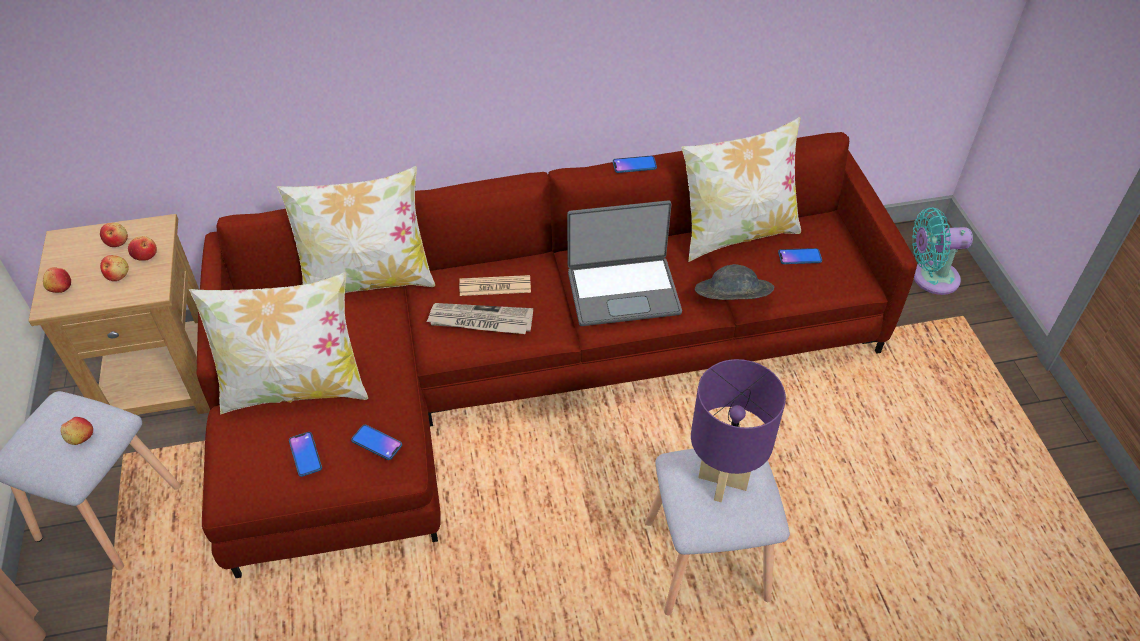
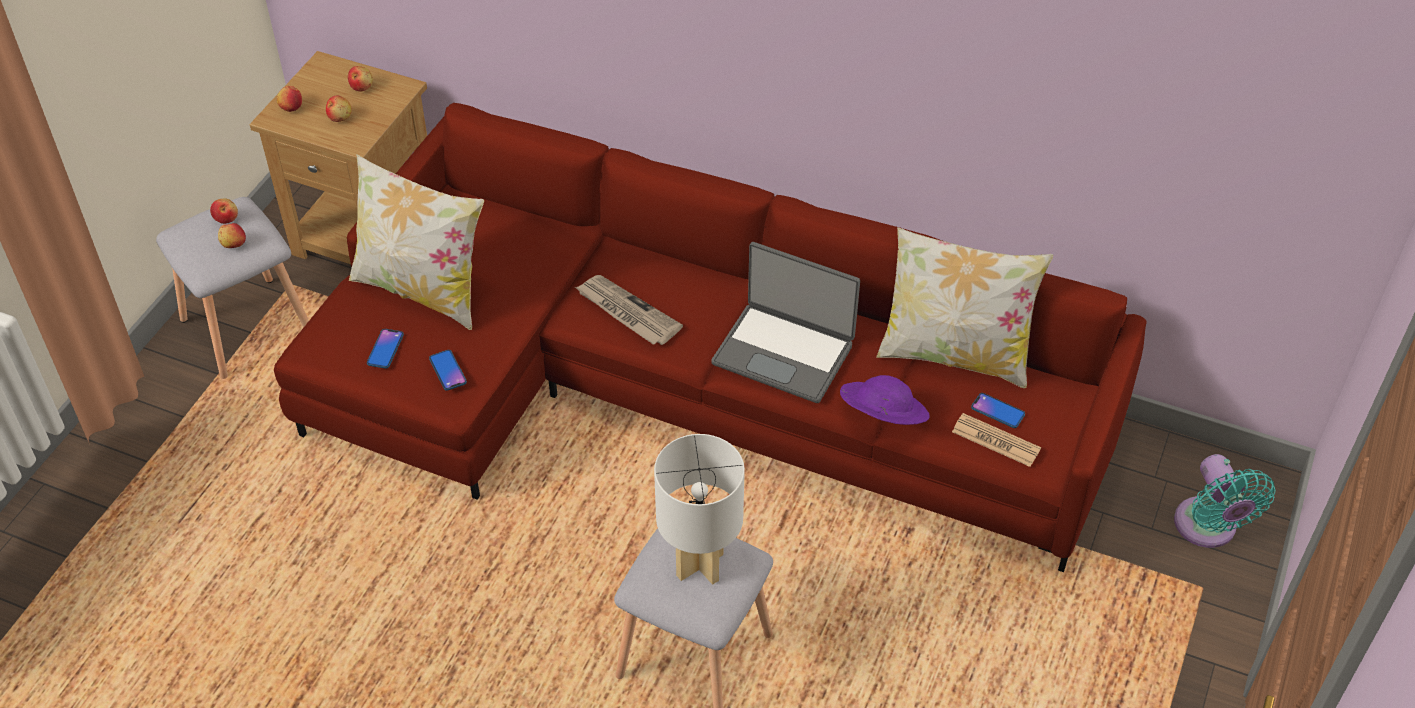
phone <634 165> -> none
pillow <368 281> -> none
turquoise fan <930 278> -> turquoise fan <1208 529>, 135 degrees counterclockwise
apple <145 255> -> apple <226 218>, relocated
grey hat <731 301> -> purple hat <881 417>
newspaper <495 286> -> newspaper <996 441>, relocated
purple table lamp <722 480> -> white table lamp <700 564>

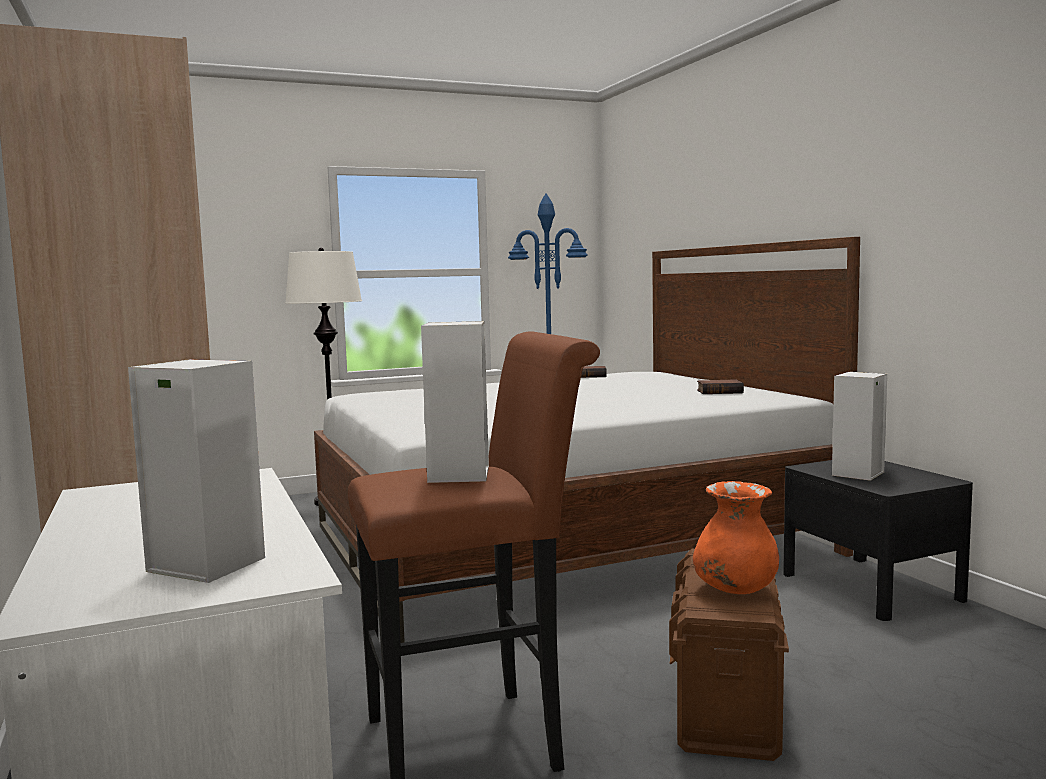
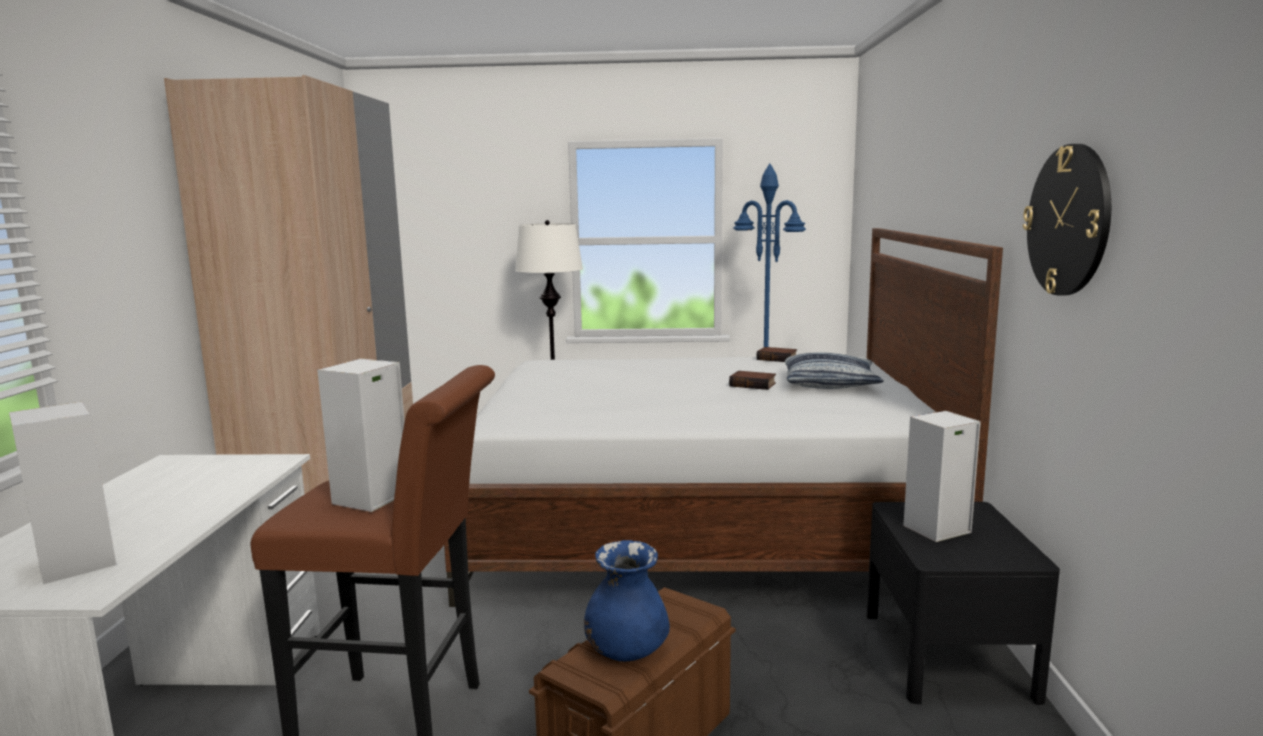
book <720 391> -> book <753 384>, relocated
orange vase <735 590> -> blue vase <626 651>
none -> wall clock <1068 220>
none -> pillow <830 383>

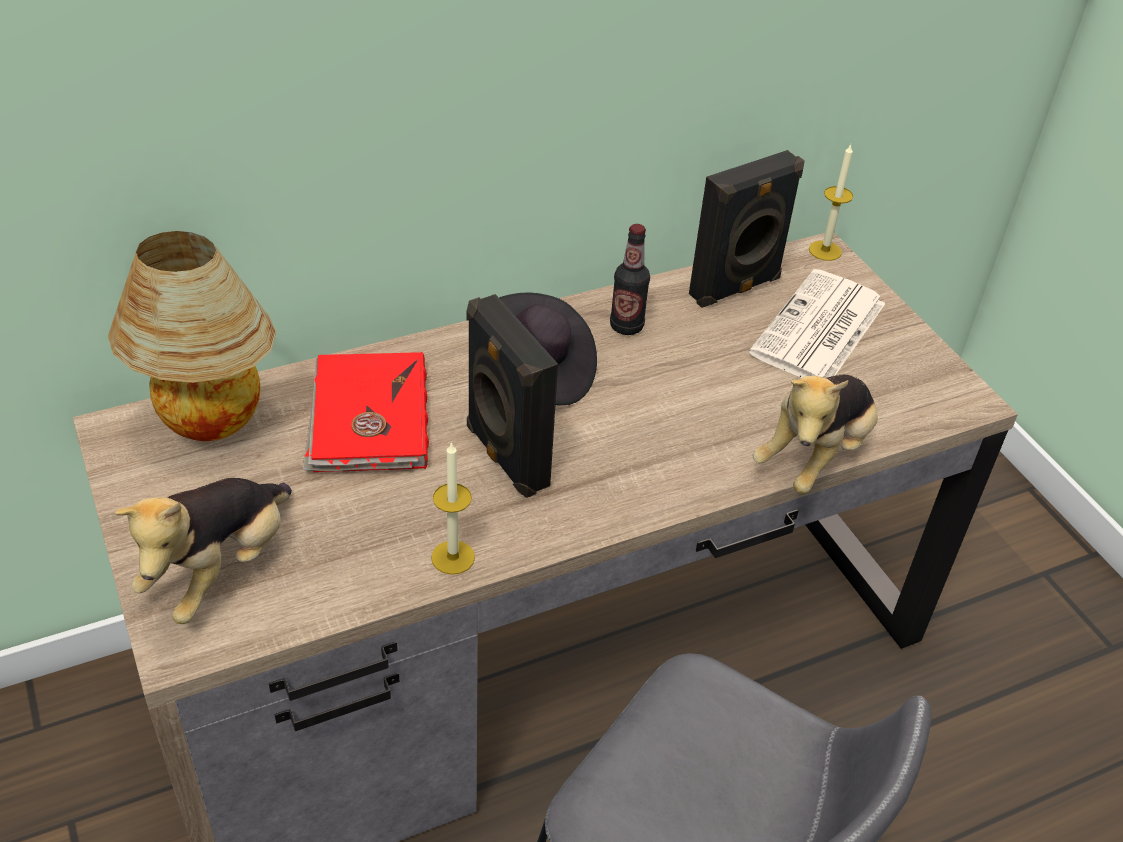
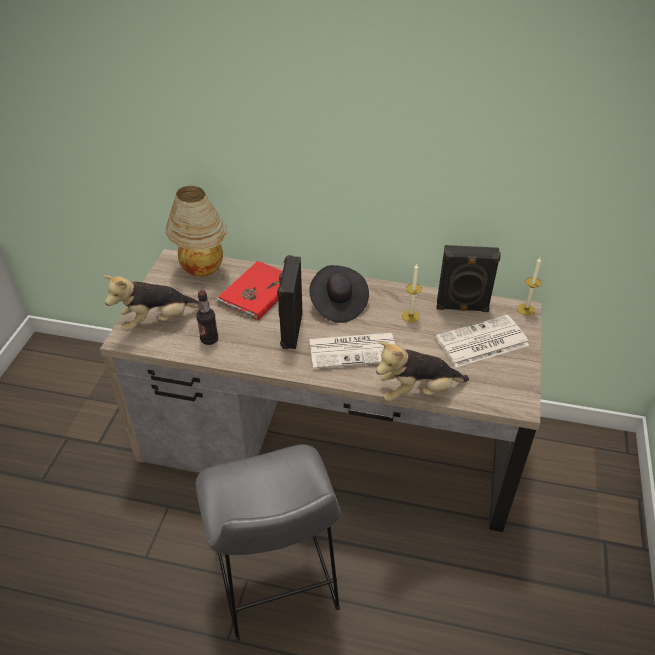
bottle <626 326> -> bottle <209 339>, relocated
candle <453 557> -> candle <410 316>, relocated
none -> newspaper <354 350>

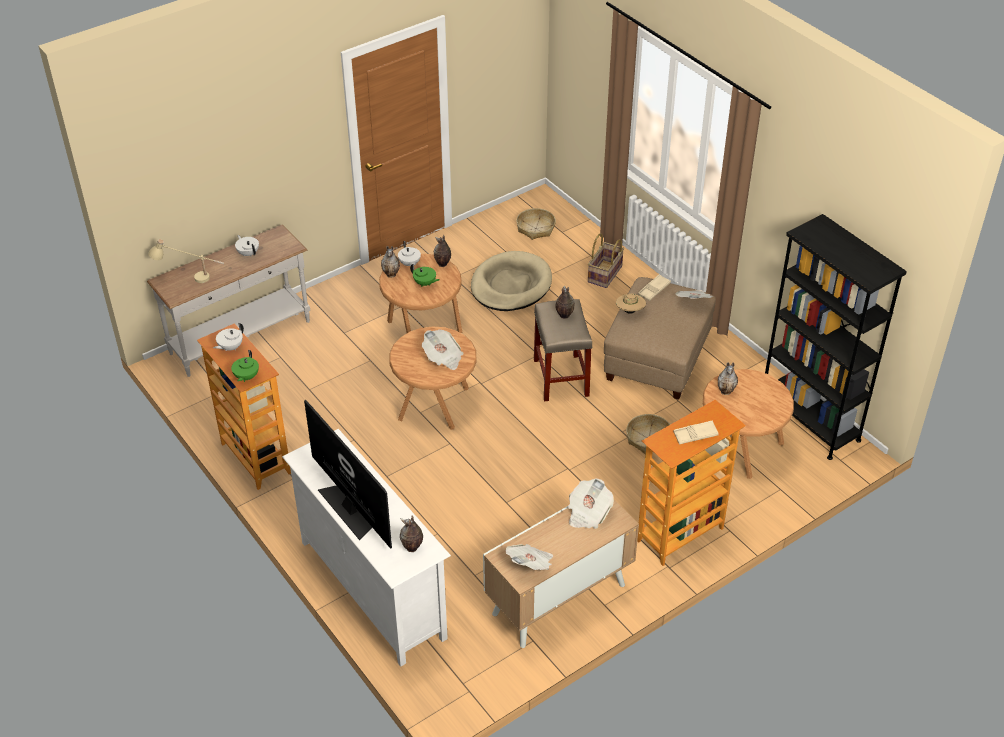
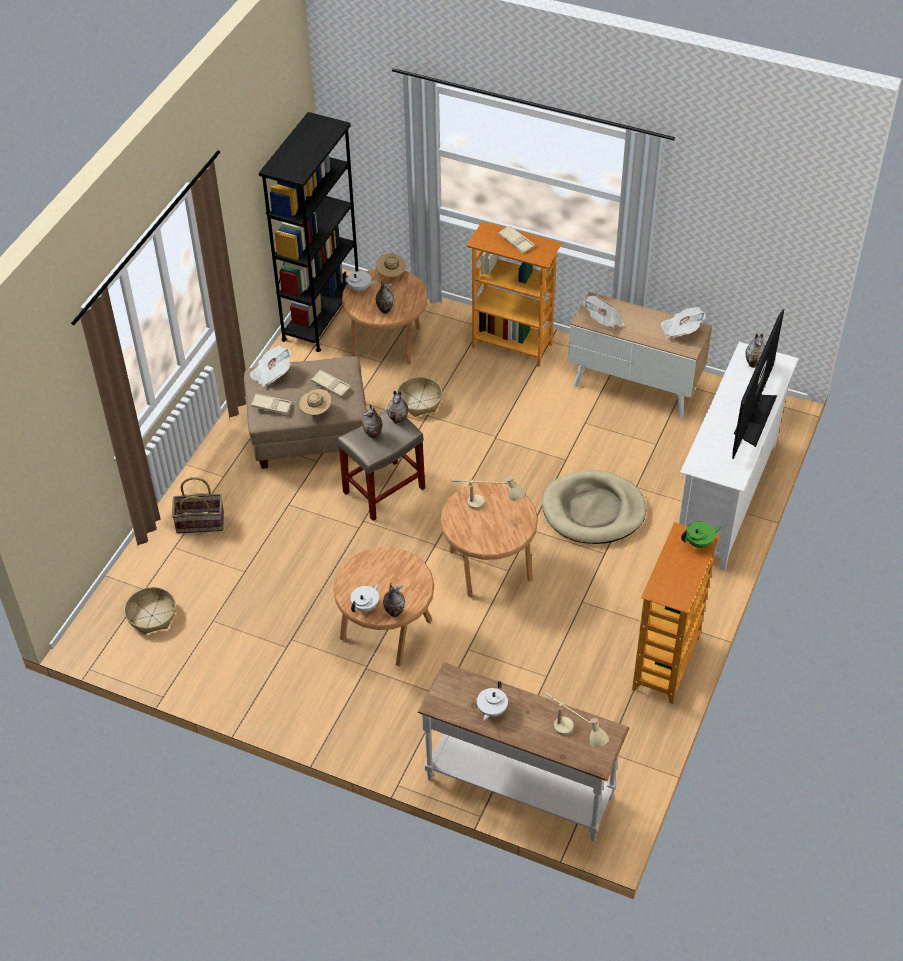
vase <442 264> -> vase <398 420>, relocated
beige dog bed <511 285> -> beige dog bed <593 511>, relocated
green teapot <425 283> -> none
white teapot <230 347> -> white teapot <360 288>, relocated
newspaper <443 358> -> beige table lamp <487 507>
none -> beige hat <391 274>
none -> beige tray <331 385>

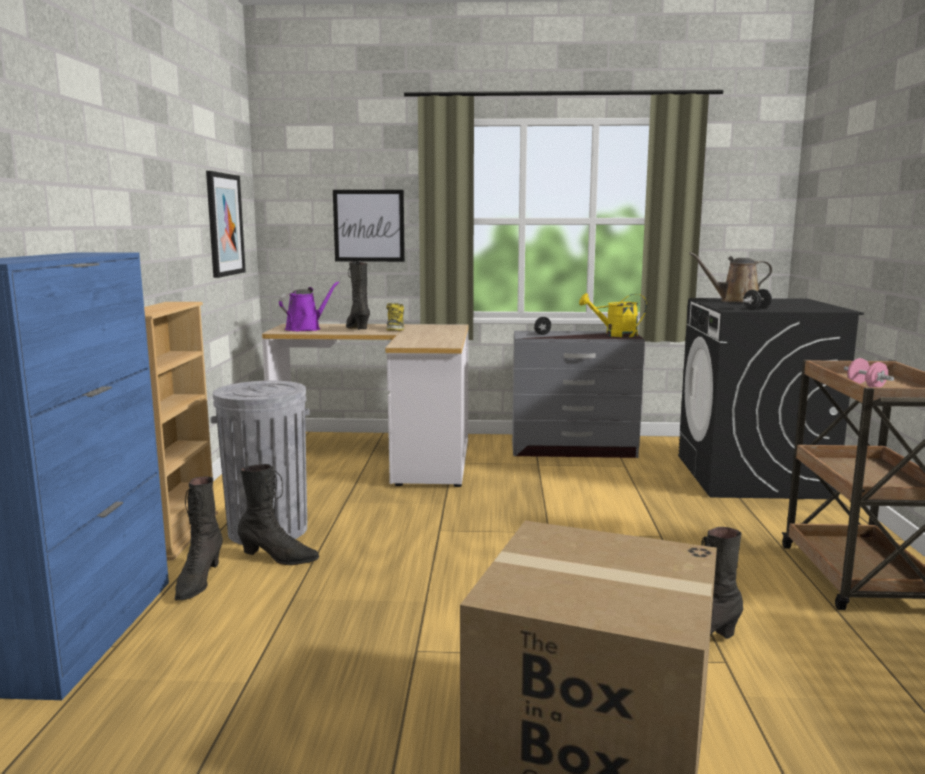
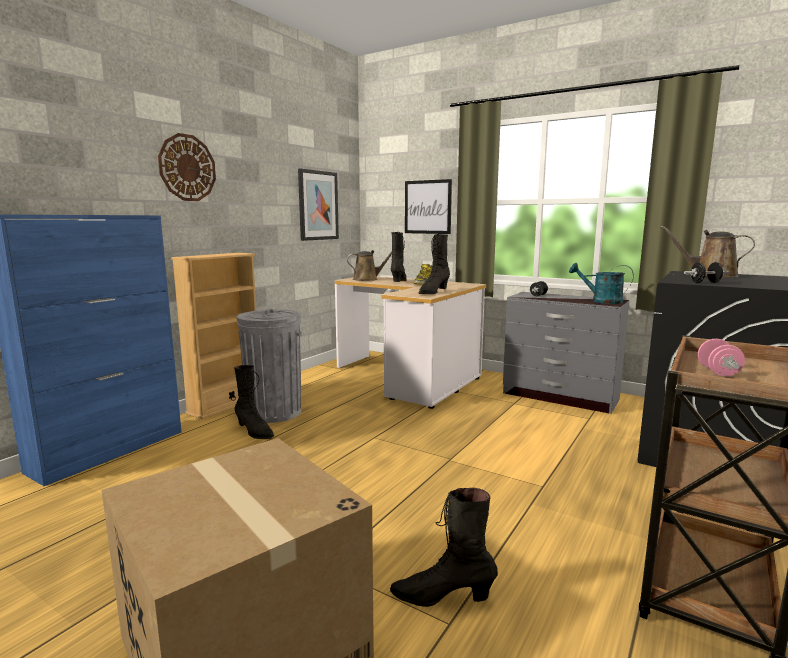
purple watering can <306 328> -> brown watering can <367 279>
yellow watering can <615 335> -> turquoise watering can <601 301>
black boot <198 582> -> black boot <433 292>, relocated
none -> wall clock <187 168>

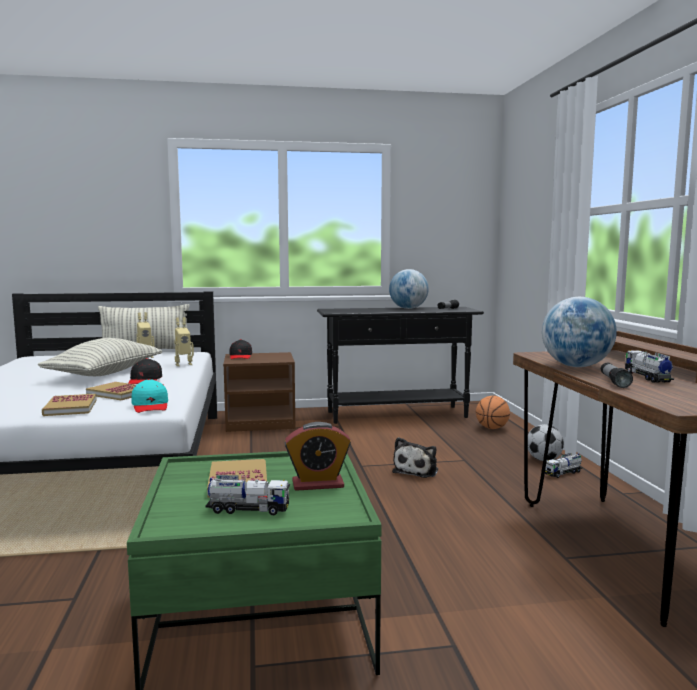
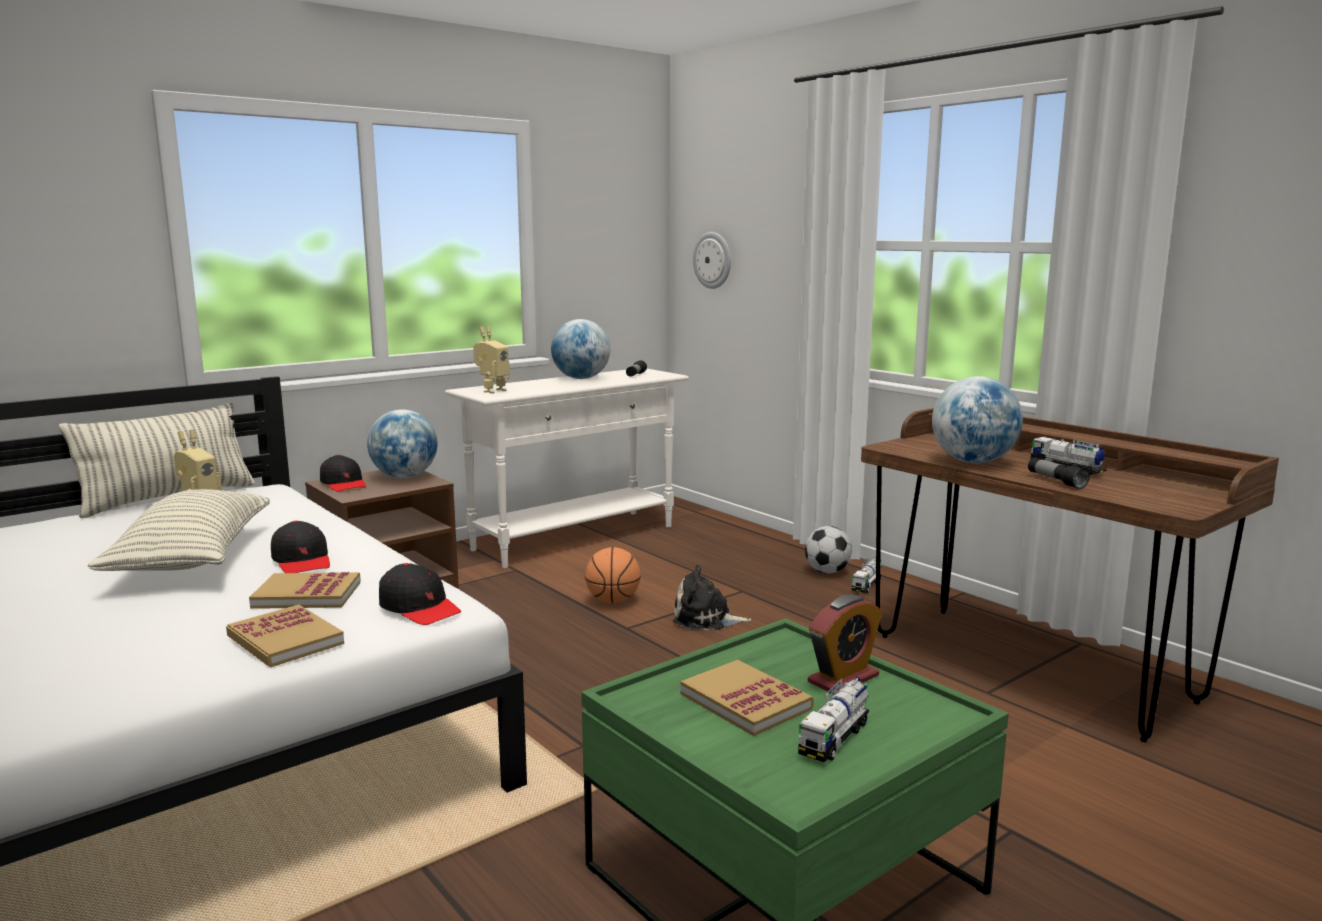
black console table <397 415> -> white console table <576 538>
toy robot <183 364> -> toy robot <492 391>, relocated
turquoise cap <150 406> -> black cap <419 608>
basketball <492 428> -> basketball <613 601>, relocated
plush toy <417 470> -> plush toy <706 619>, 105 degrees clockwise
toy truck <248 510> -> toy truck <834 738>, 150 degrees clockwise
none -> wall clock <713 260>
none -> globe <404 477>

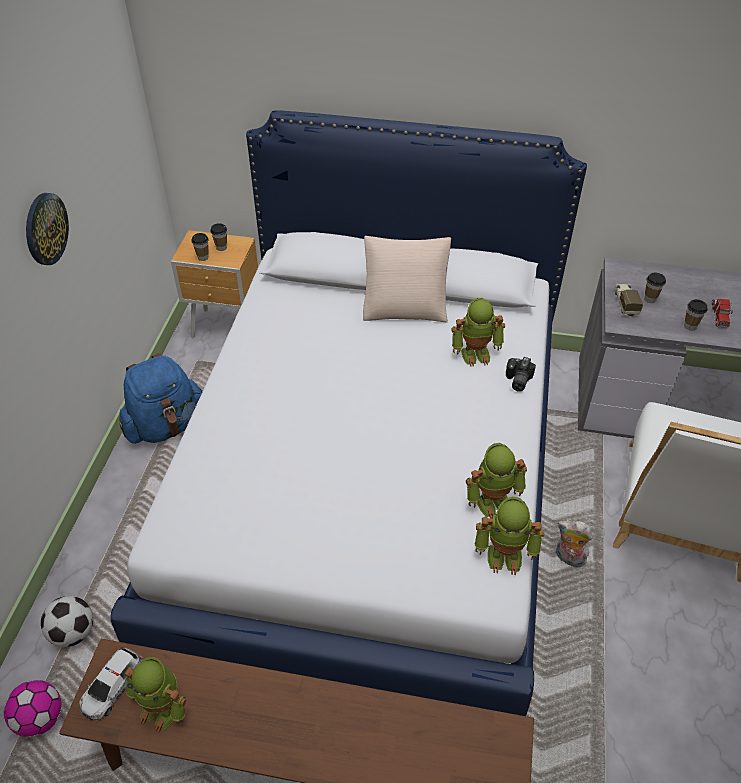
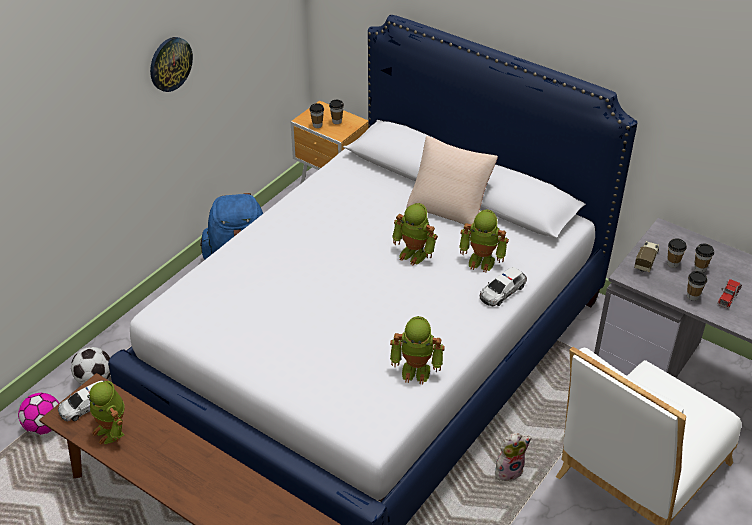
photo camera <517 380> -> toy car <502 291>
toy robot <505 554> -> toy robot <414 253>, relocated
plush toy <568 558> -> plush toy <509 470>, 105 degrees clockwise
none -> cup <700 269>

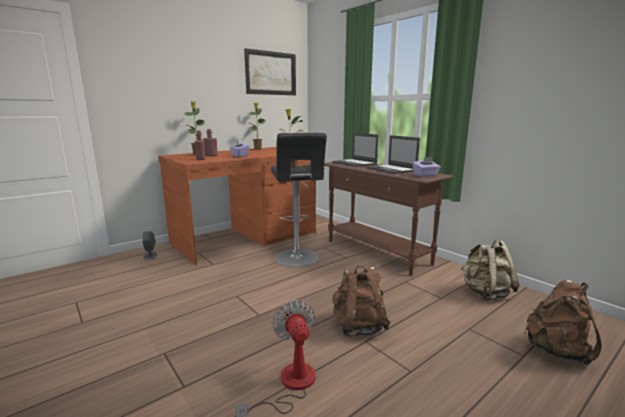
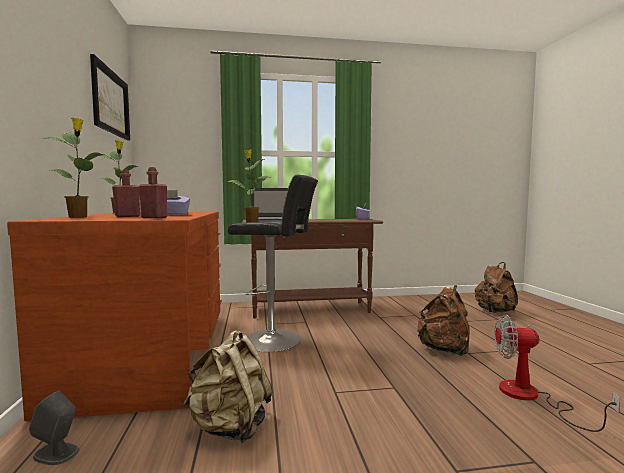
laptop <392 170> -> none
beige backpack <485 293> -> beige backpack <230 427>, relocated

